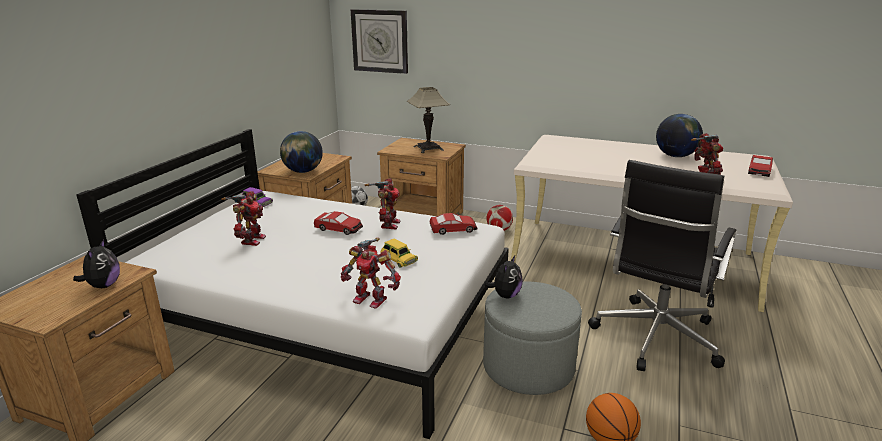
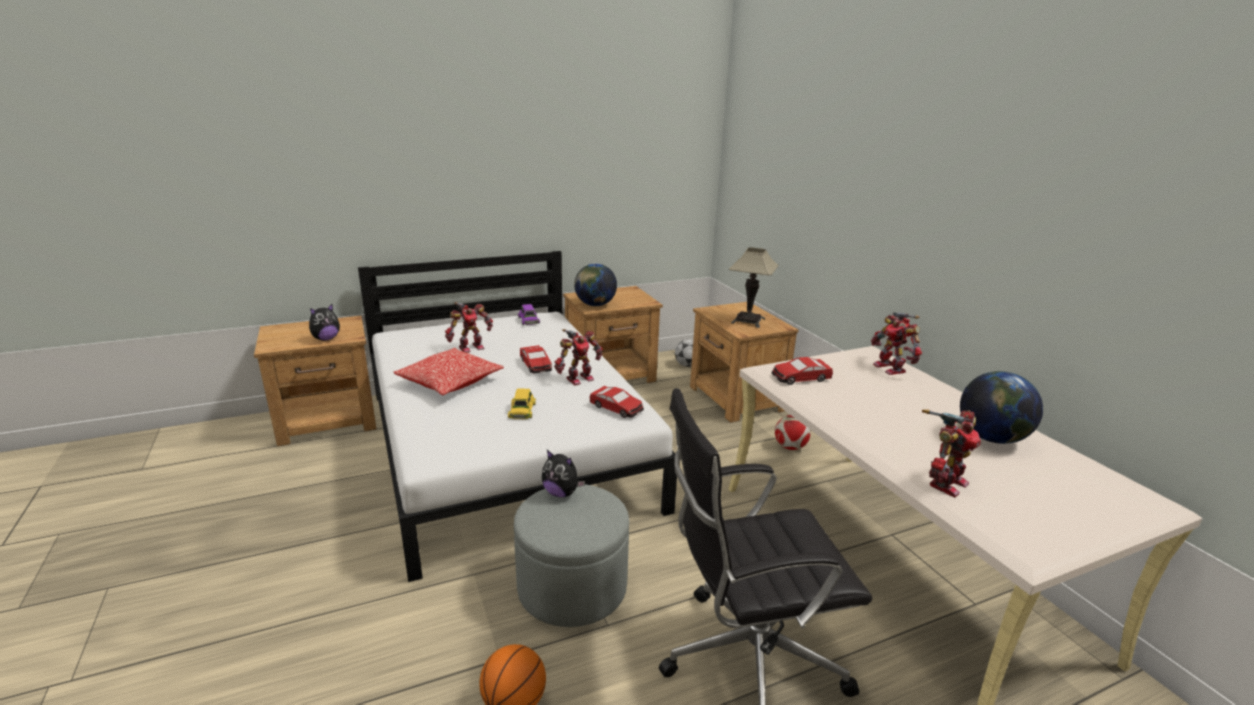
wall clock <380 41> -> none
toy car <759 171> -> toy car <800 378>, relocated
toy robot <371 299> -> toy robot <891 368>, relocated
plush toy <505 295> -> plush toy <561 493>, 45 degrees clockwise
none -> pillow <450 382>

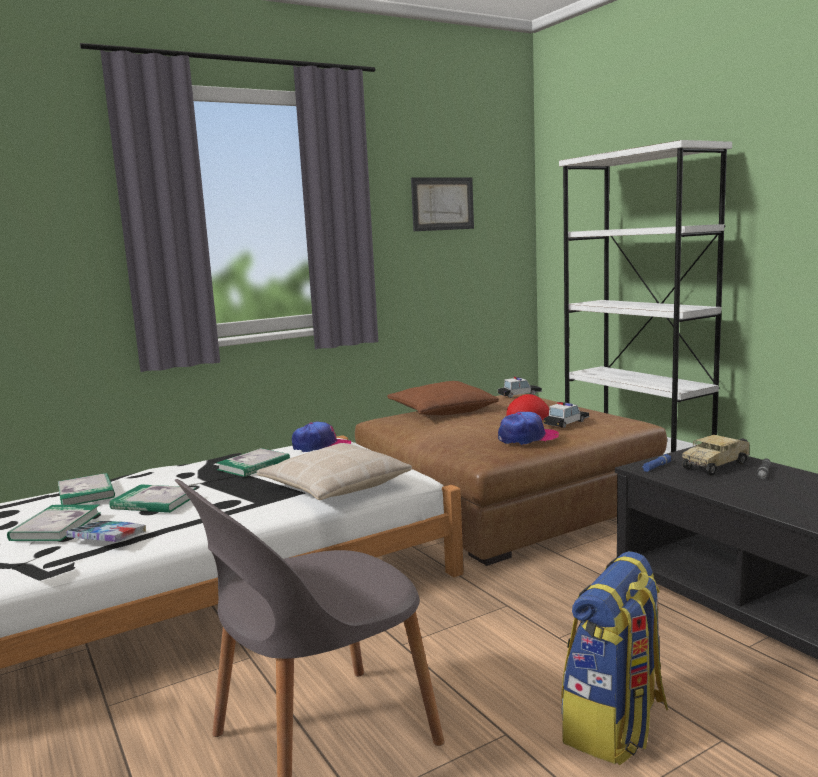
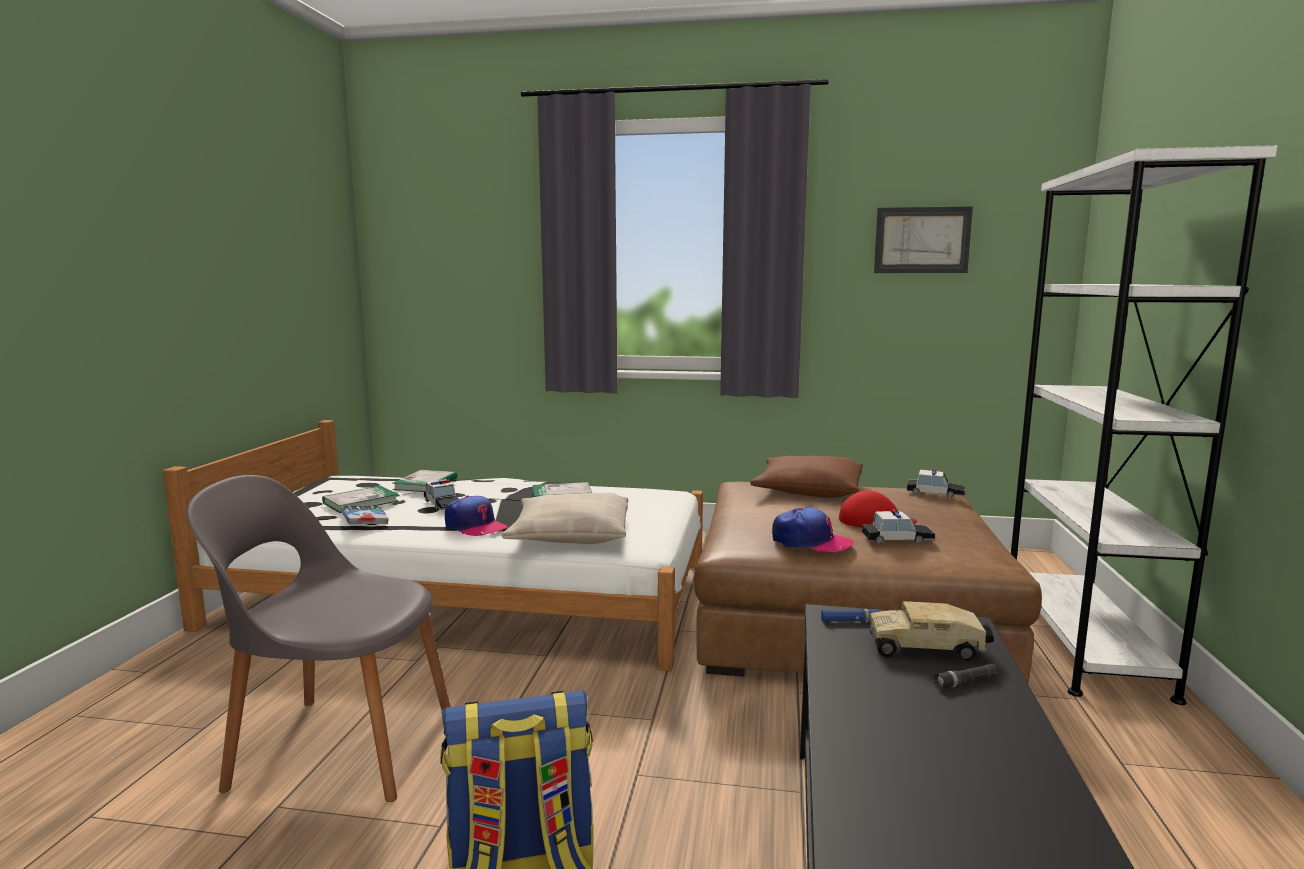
cap <321 446> -> cap <475 526>, relocated
book <154 502> -> toy car <442 504>

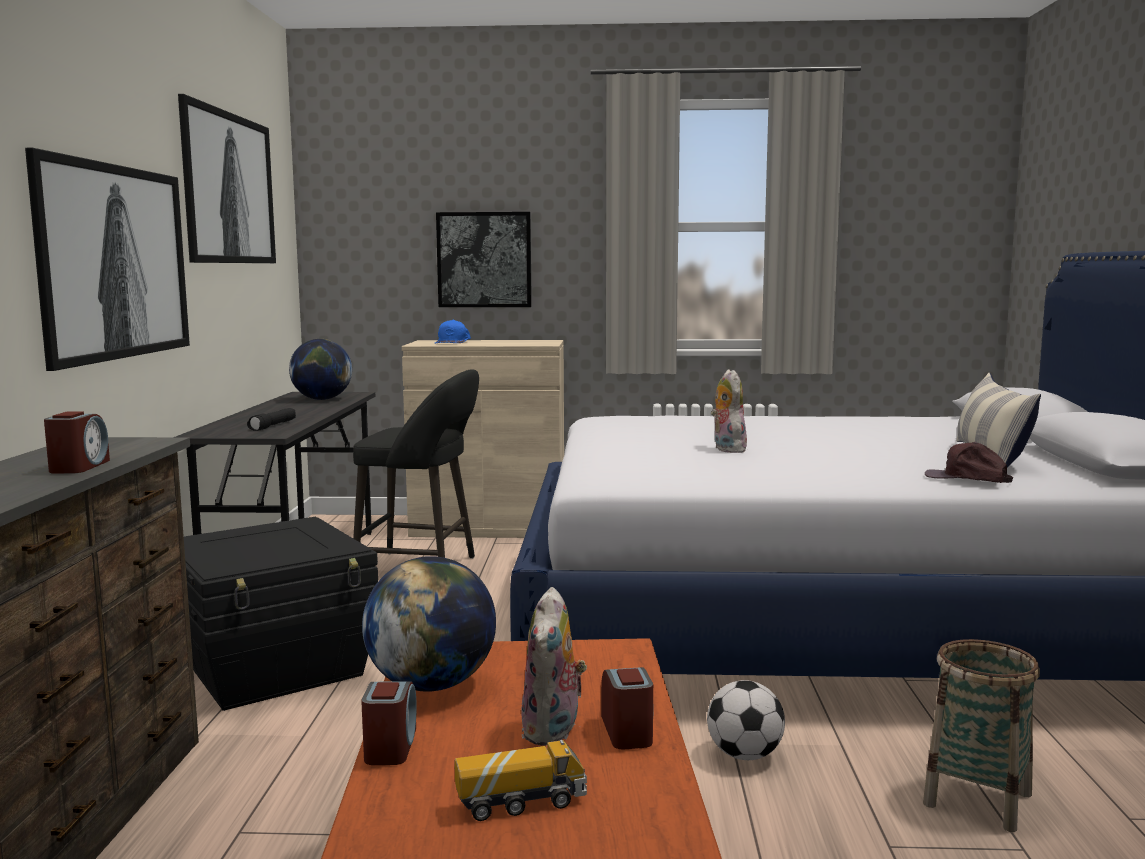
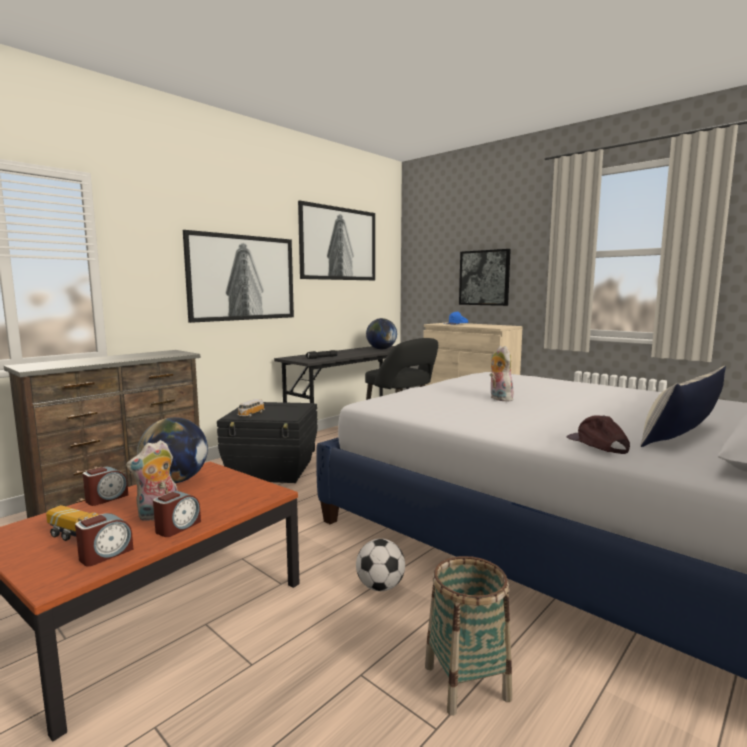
plush toy <726 449> -> plush toy <499 398>, 45 degrees counterclockwise
alarm clock <79 467> -> alarm clock <106 554>, relocated
none -> toy car <250 415>

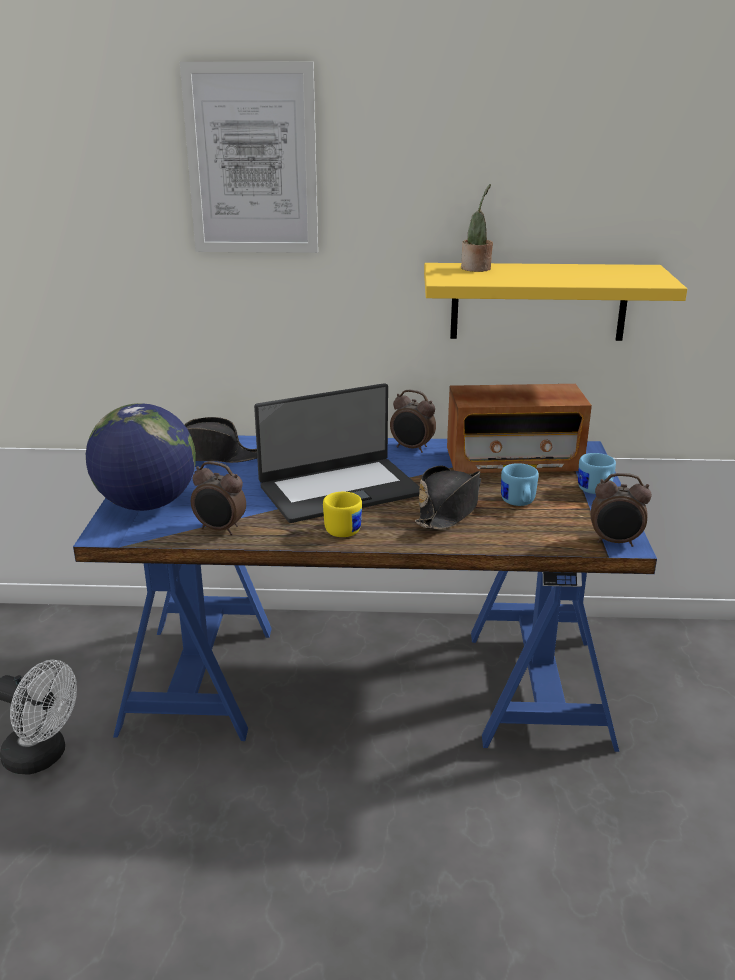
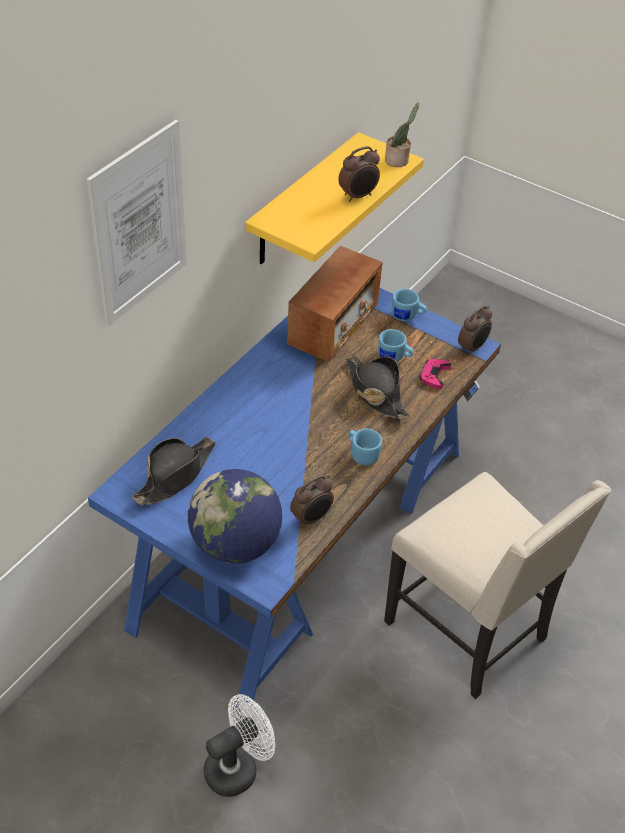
potted plant <476 269> -> potted plant <398 161>, relocated
laptop <339 490> -> none
alarm clock <412 448> -> alarm clock <358 196>, relocated
yellow mug <345 528> -> blue mug <362 454>
none -> pink game controller <434 375>
none -> beige chair <469 631>

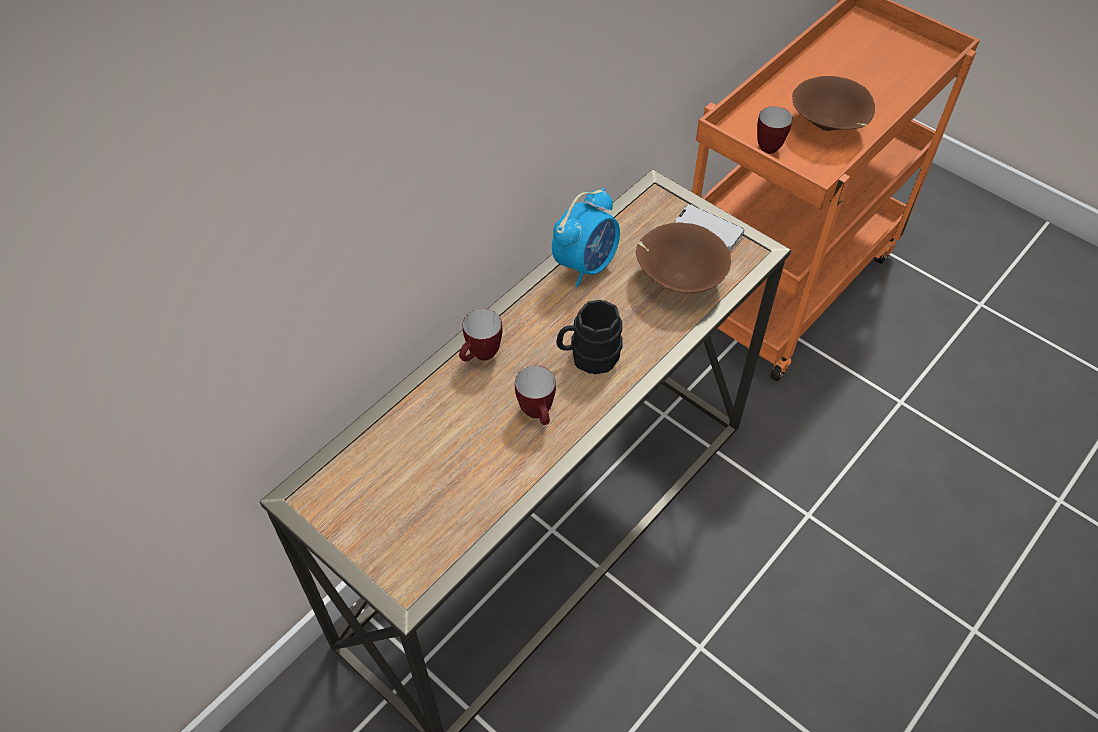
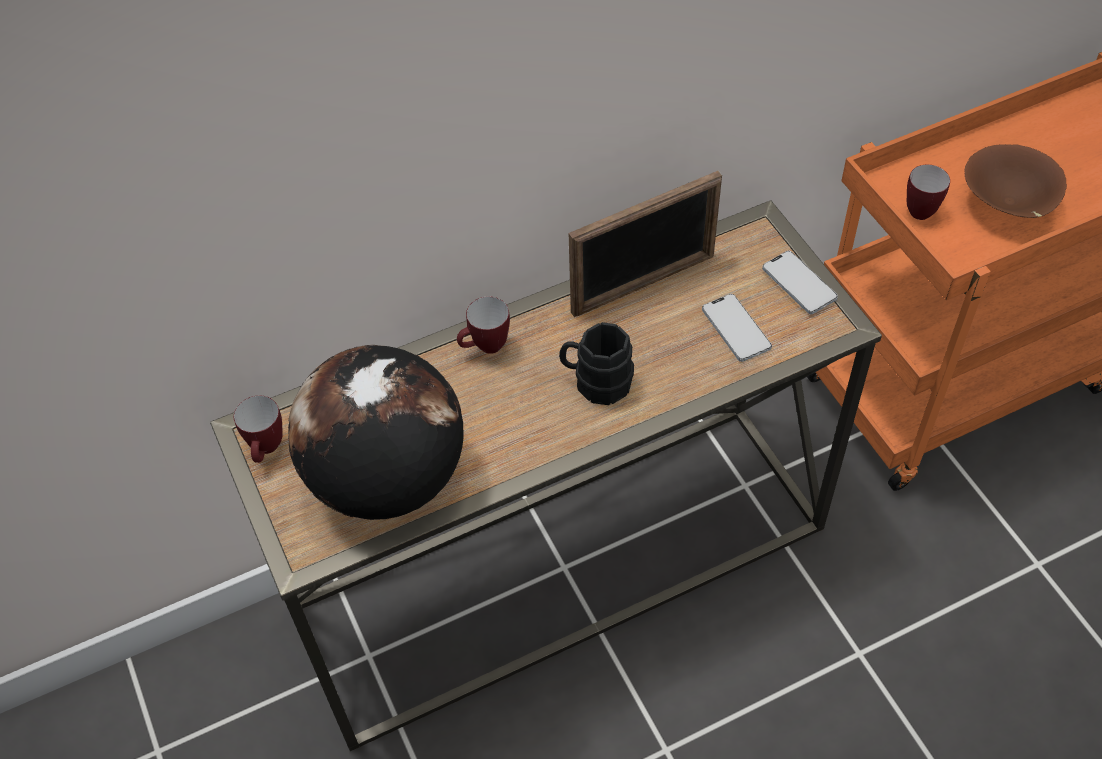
alarm clock <586 264> -> picture frame <643 284>
brown bowl <678 278> -> phone <736 329>
mug <538 414> -> mug <267 450>, relocated
none -> globe <387 479>

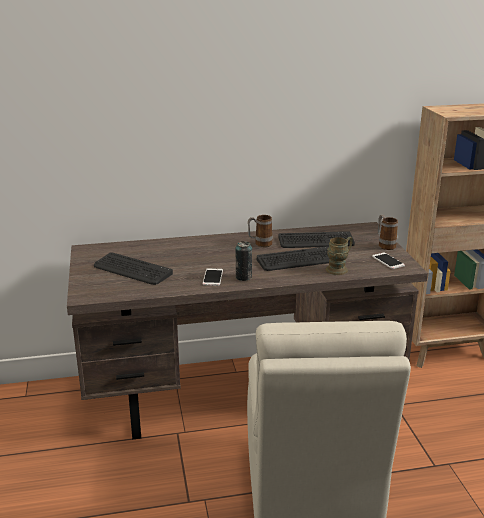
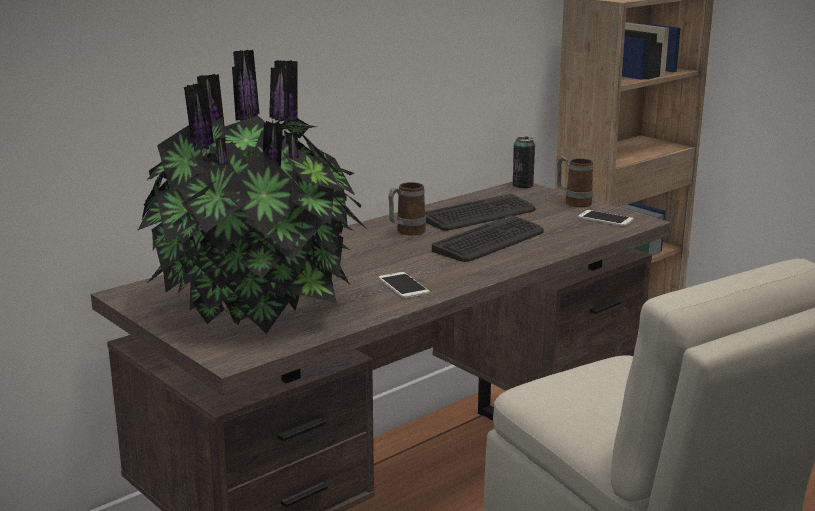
brown mug <339 268> -> none
can <243 277> -> can <522 185>, relocated
keyboard <132 270> -> potted plant <258 304>

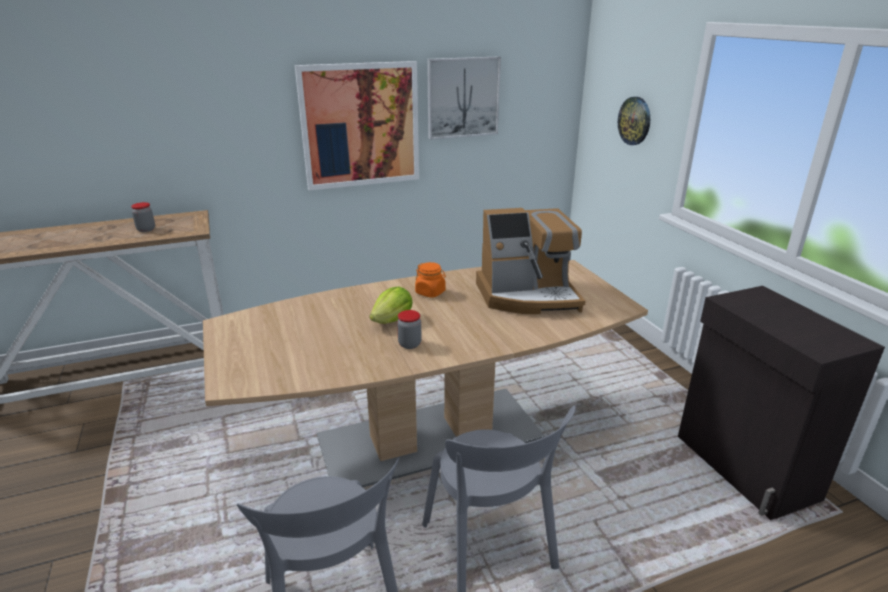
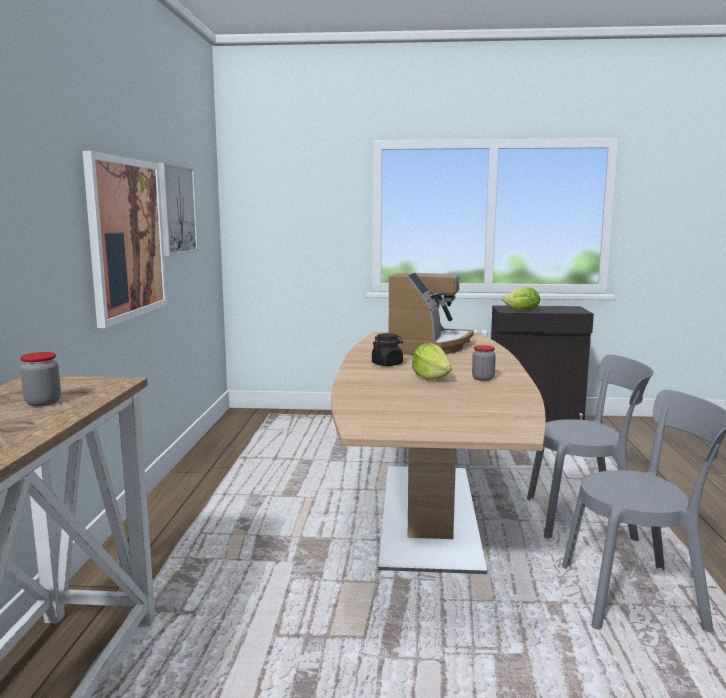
wall clock <634 121> -> none
orange jar <430 292> -> black jar <387 364>
none -> lettuce <522 310>

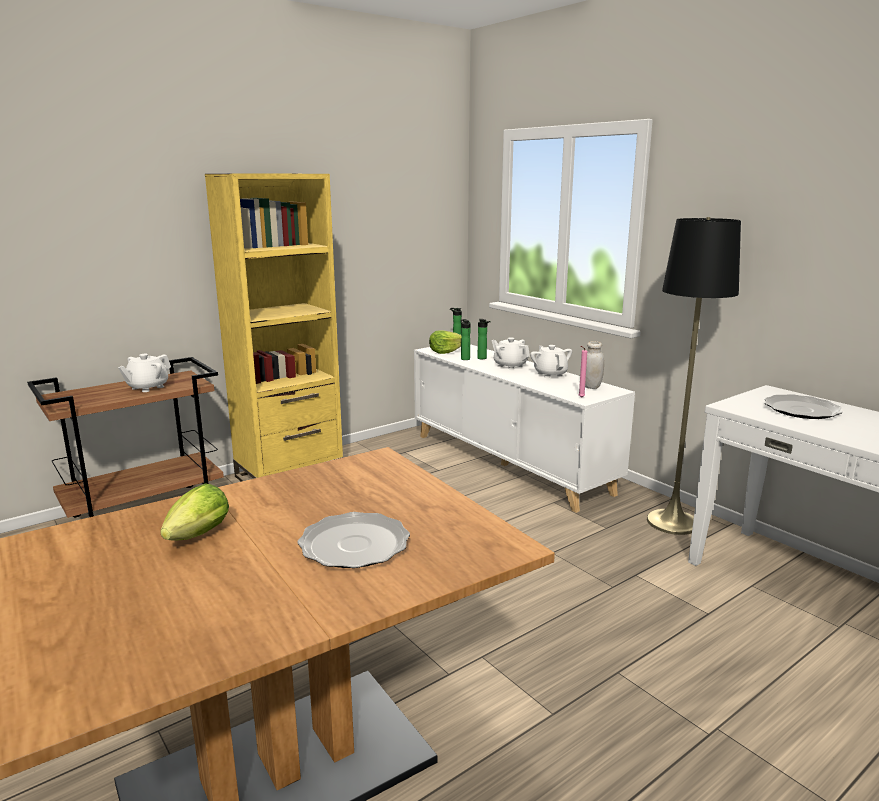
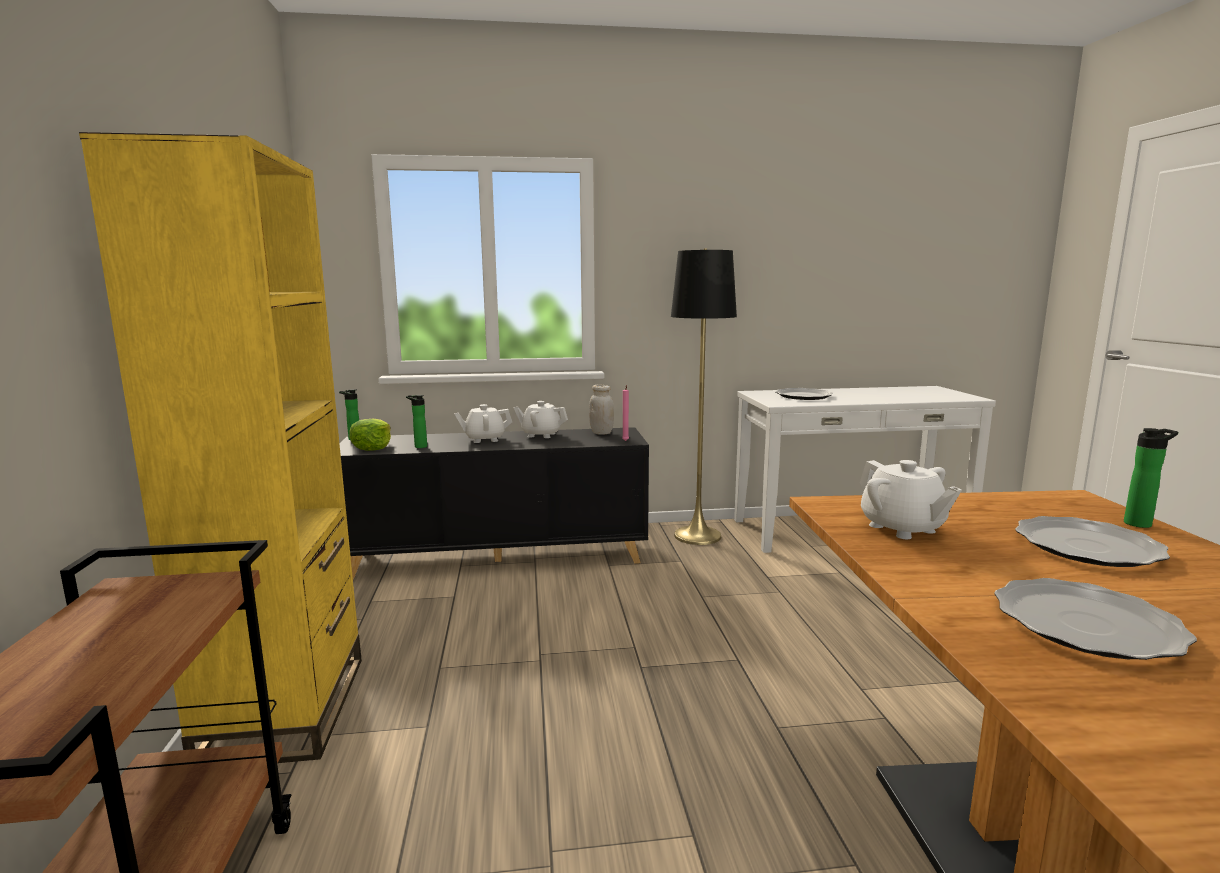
bottle <483 358> -> bottle <1140 523>, relocated
white cabinet <509 463> -> black cabinet <499 557>
white teapot <147 387> -> white teapot <902 528>, relocated
lettuce <195 537> -> plate <1086 624>

